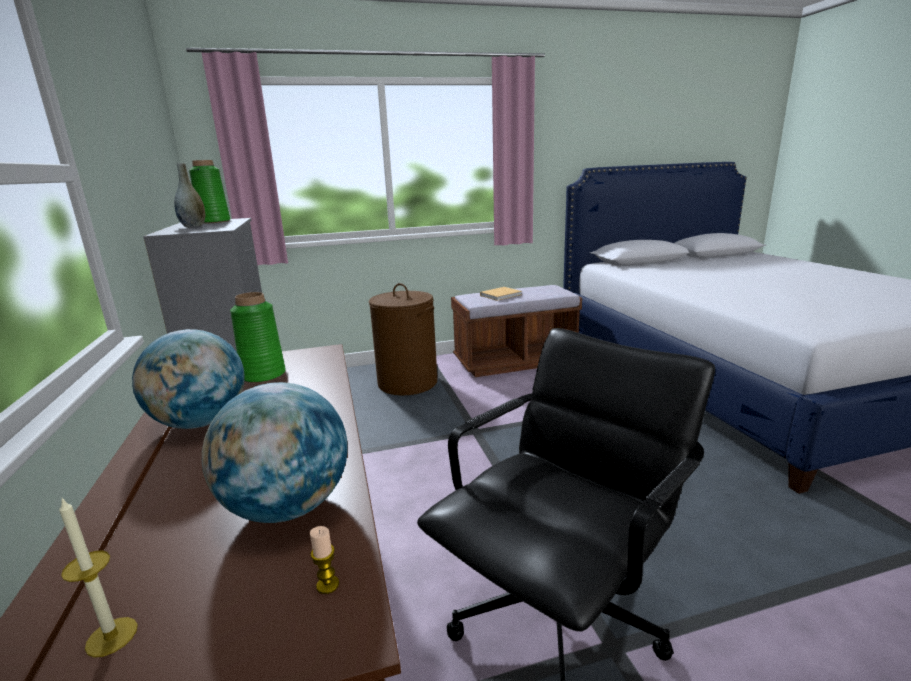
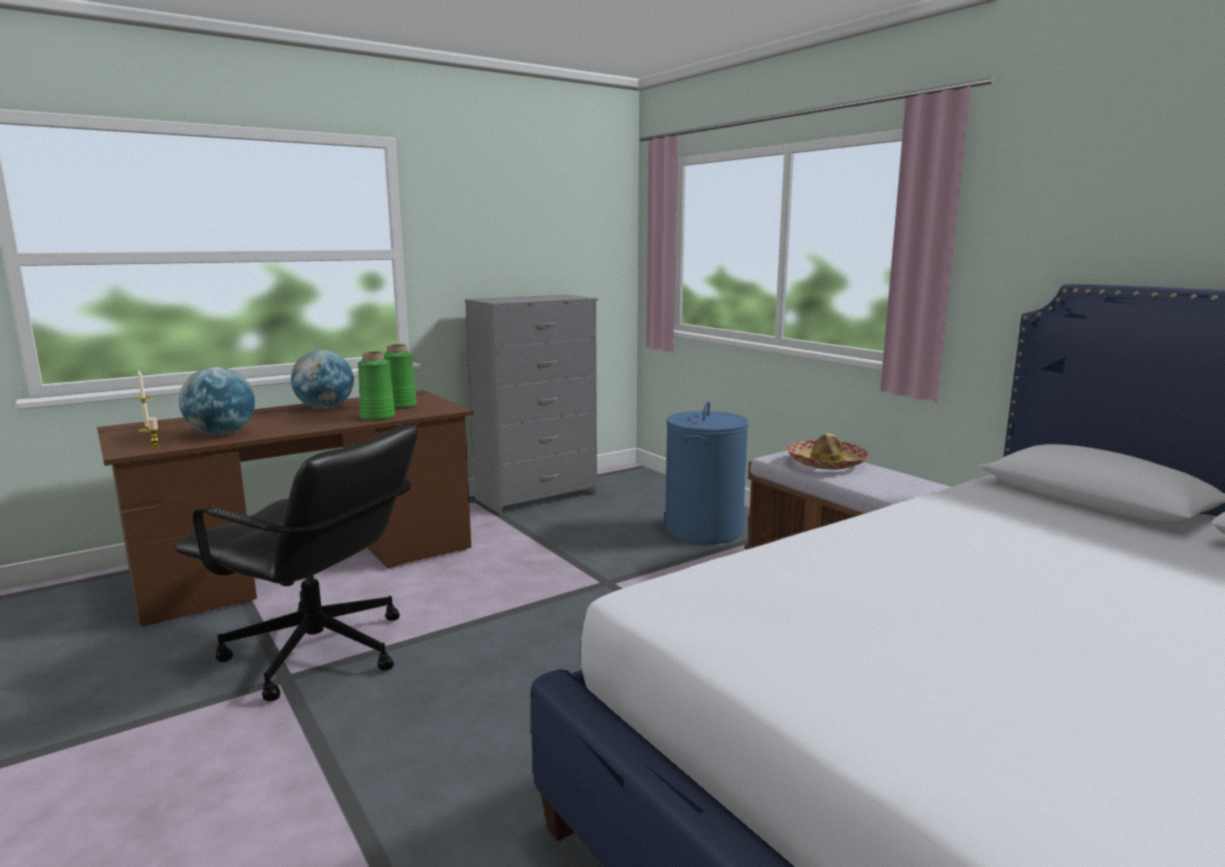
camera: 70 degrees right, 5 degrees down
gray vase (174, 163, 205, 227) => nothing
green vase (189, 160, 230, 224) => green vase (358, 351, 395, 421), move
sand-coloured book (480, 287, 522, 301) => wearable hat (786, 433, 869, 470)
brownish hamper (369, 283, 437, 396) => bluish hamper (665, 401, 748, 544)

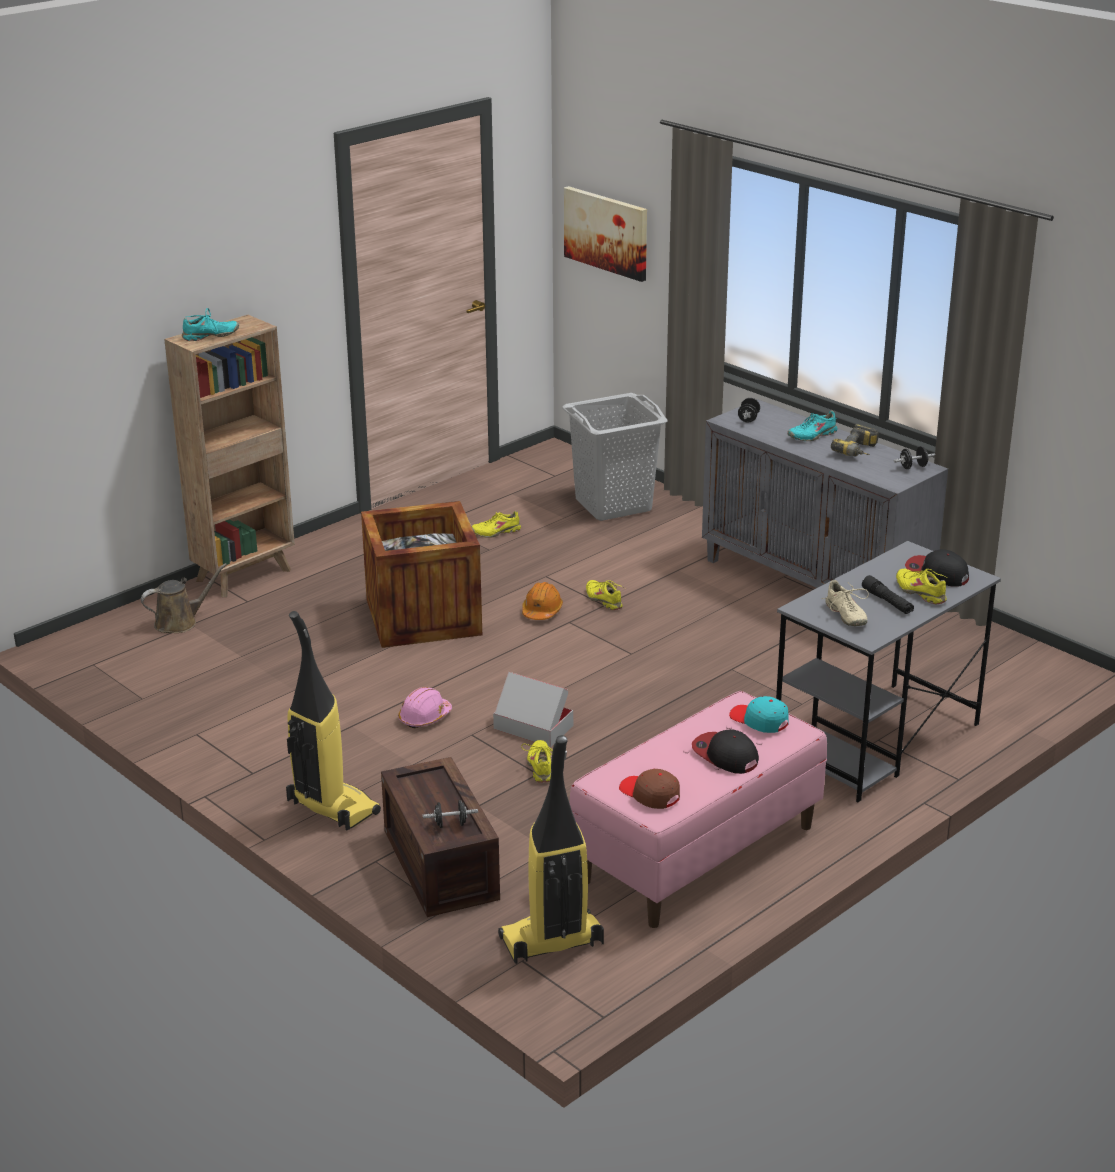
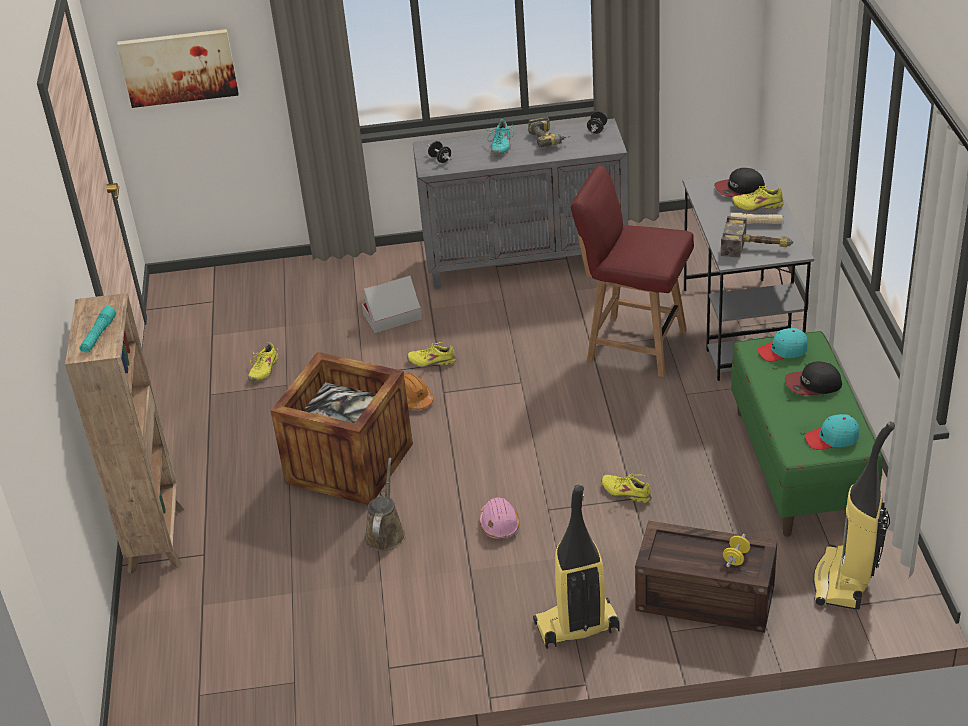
camera: 50 degrees left, 10 degrees up
gray hamper (562, 393, 667, 521) => nothing
nothing => reddish plain chair (571, 166, 694, 377)
brownish watering can (141, 563, 227, 633) => brownish watering can (364, 458, 406, 551), move
cardboard box (493, 672, 573, 747) => cardboard box (362, 276, 423, 333), move
blue-green shoe (182, 308, 239, 341) => blue-green flashlight (79, 306, 116, 352)
sand-coloured shoe (822, 580, 869, 626) => hammer (721, 216, 793, 258)
black-coloured free weight (423, 800, 478, 828) => yellow-coloured free weight (723, 534, 750, 567)
pink-coloured indoor bench (570, 691, 827, 928) => green indoor bench (731, 331, 882, 537)
brownish peaked cap (619, 769, 680, 809) => blue-green peaked cap (805, 414, 859, 450)
black-coloured flashlight (862, 575, 914, 614) => sand-coloured flashlight (731, 213, 784, 224)

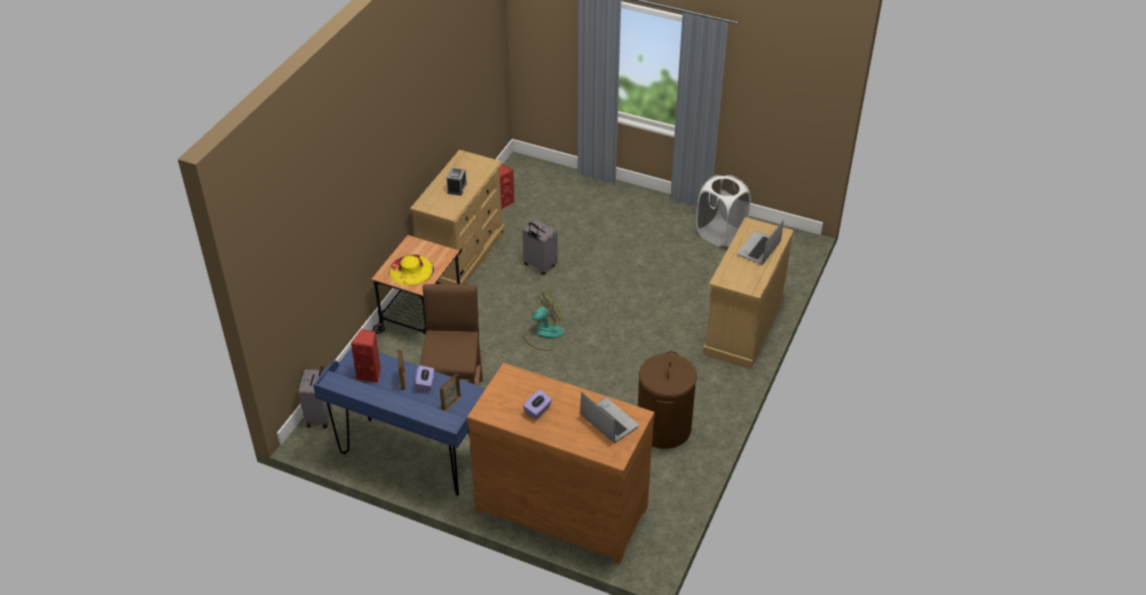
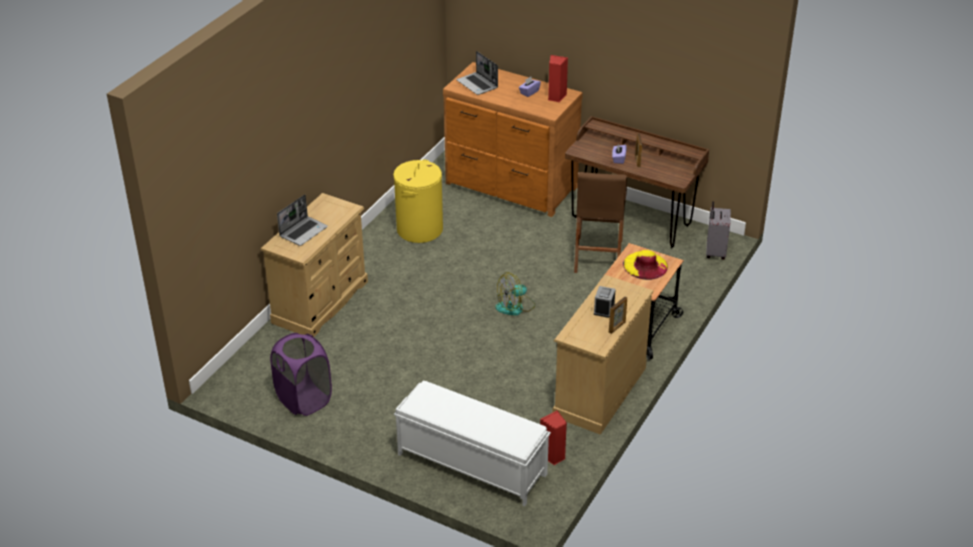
camera: 175 degrees left, 5 degrees down
gray suitcase (522, 220, 558, 275) => nothing
nothing => whitish indoor bench (394, 381, 551, 507)
reddish speaker (351, 329, 381, 383) => reddish speaker (548, 55, 568, 102), move
photo frame (440, 373, 461, 411) => photo frame (609, 297, 627, 334), move
bluish desk unit (313, 347, 486, 496) => brownish desk unit (565, 116, 709, 248)
brownish hamper (638, 351, 697, 449) => yellow-coloured hamper (393, 159, 443, 243)
whitish hamper (696, 175, 751, 247) => purple hamper (270, 333, 332, 416)

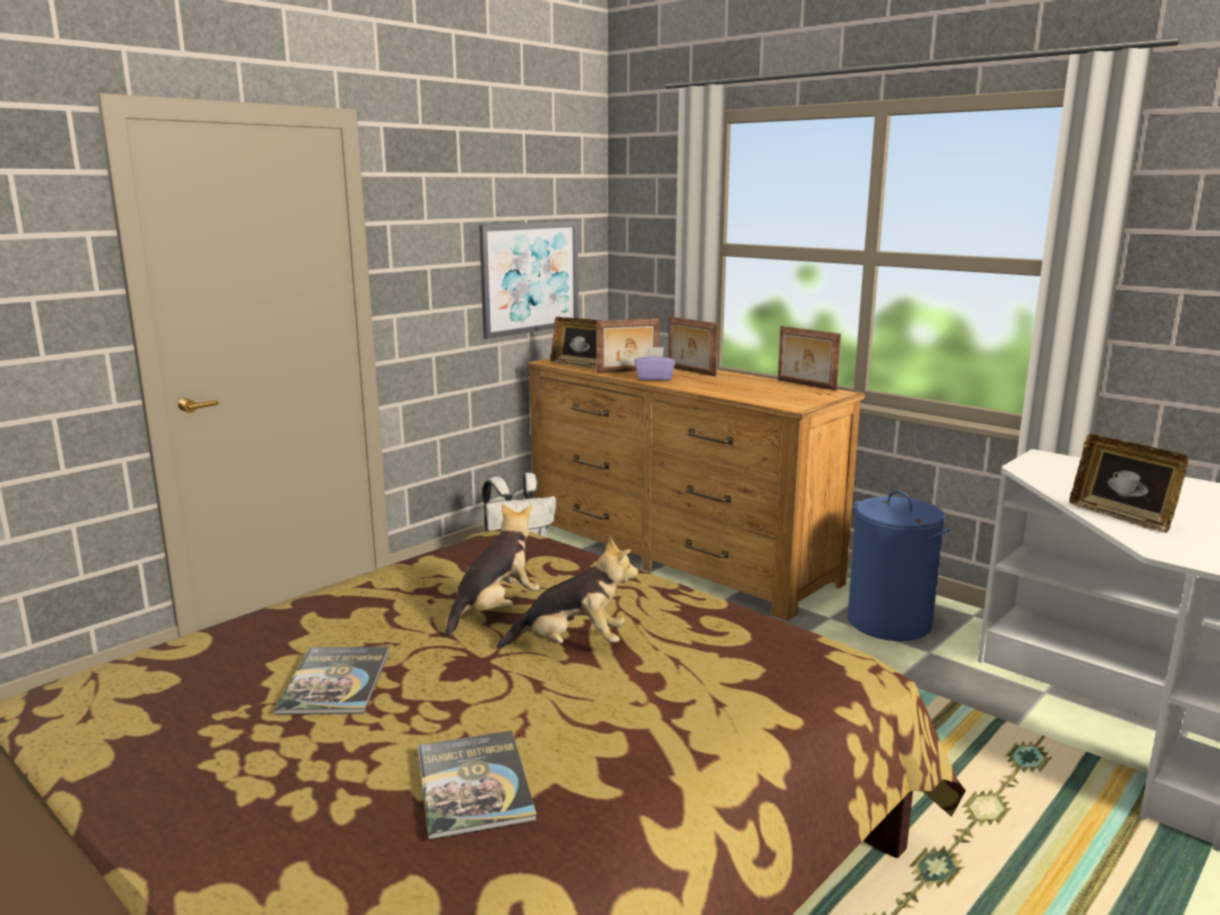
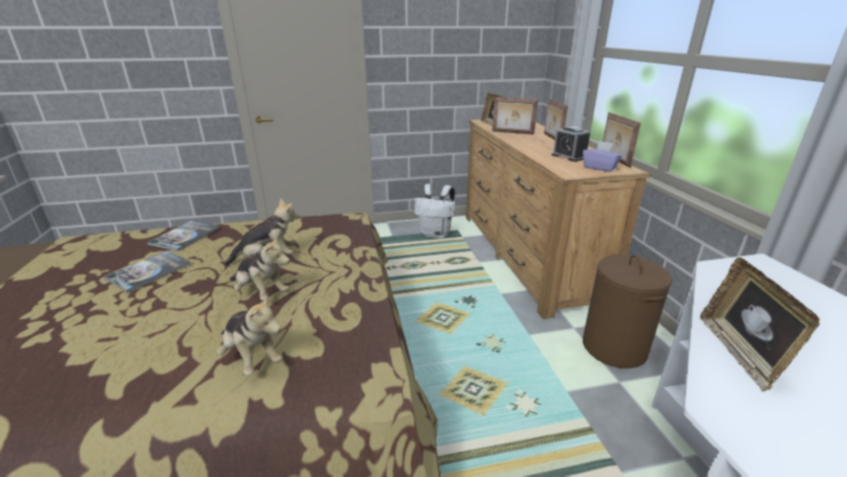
camera: 35 degrees right, 10 degrees up
wall art (479, 221, 579, 339) => nothing
nothing => soft toy (217, 294, 283, 376)
nothing => alarm clock (552, 126, 590, 162)
book (417, 731, 537, 840) => book (147, 221, 219, 251), move
purple tissue holder (635, 347, 675, 381) => purple tissue holder (583, 141, 622, 172), move
bluish hamper (848, 491, 951, 641) => brownish hamper (583, 254, 672, 369)

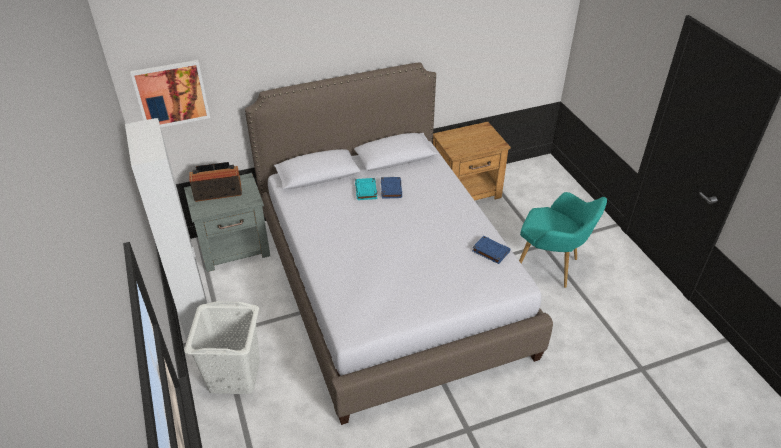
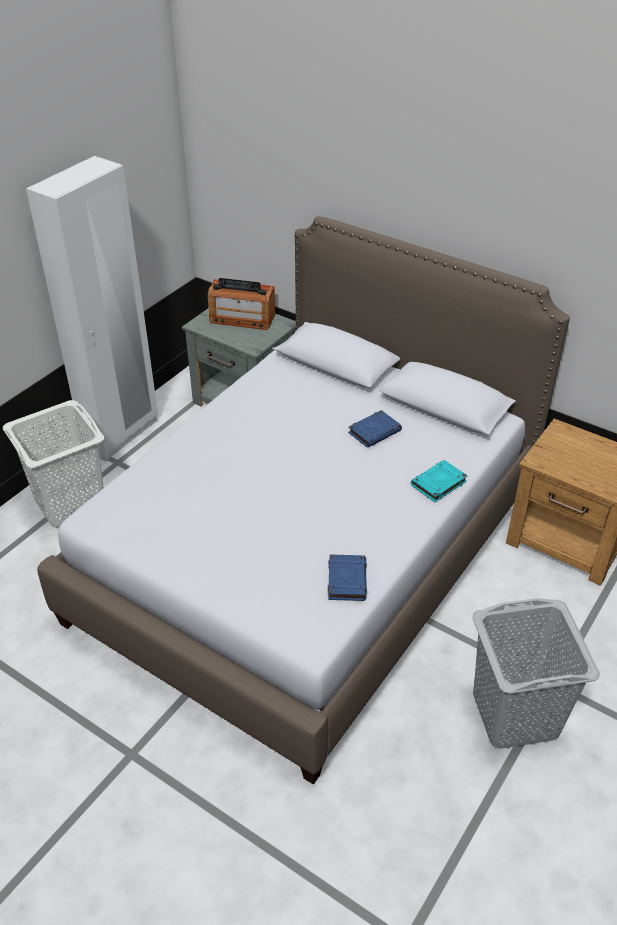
camera: 55 degrees right, 0 degrees up
wall art (130, 60, 210, 127) => nothing
blue-green book (355, 178, 377, 200) => blue-green book (411, 460, 468, 502), move
blue-green lounge chair (519, 192, 607, 288) => gray hamper (472, 598, 600, 749)
radio receiver (190, 162, 242, 202) => radio receiver (208, 278, 275, 330), 150 degrees clockwise

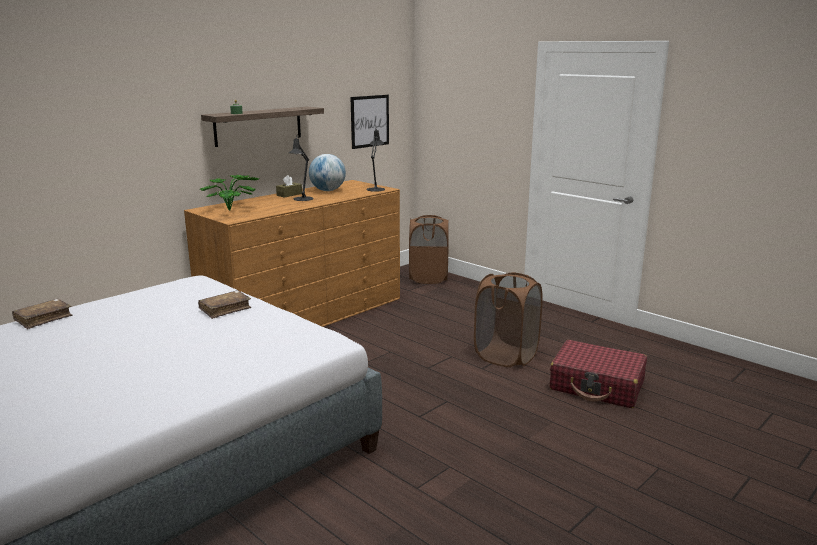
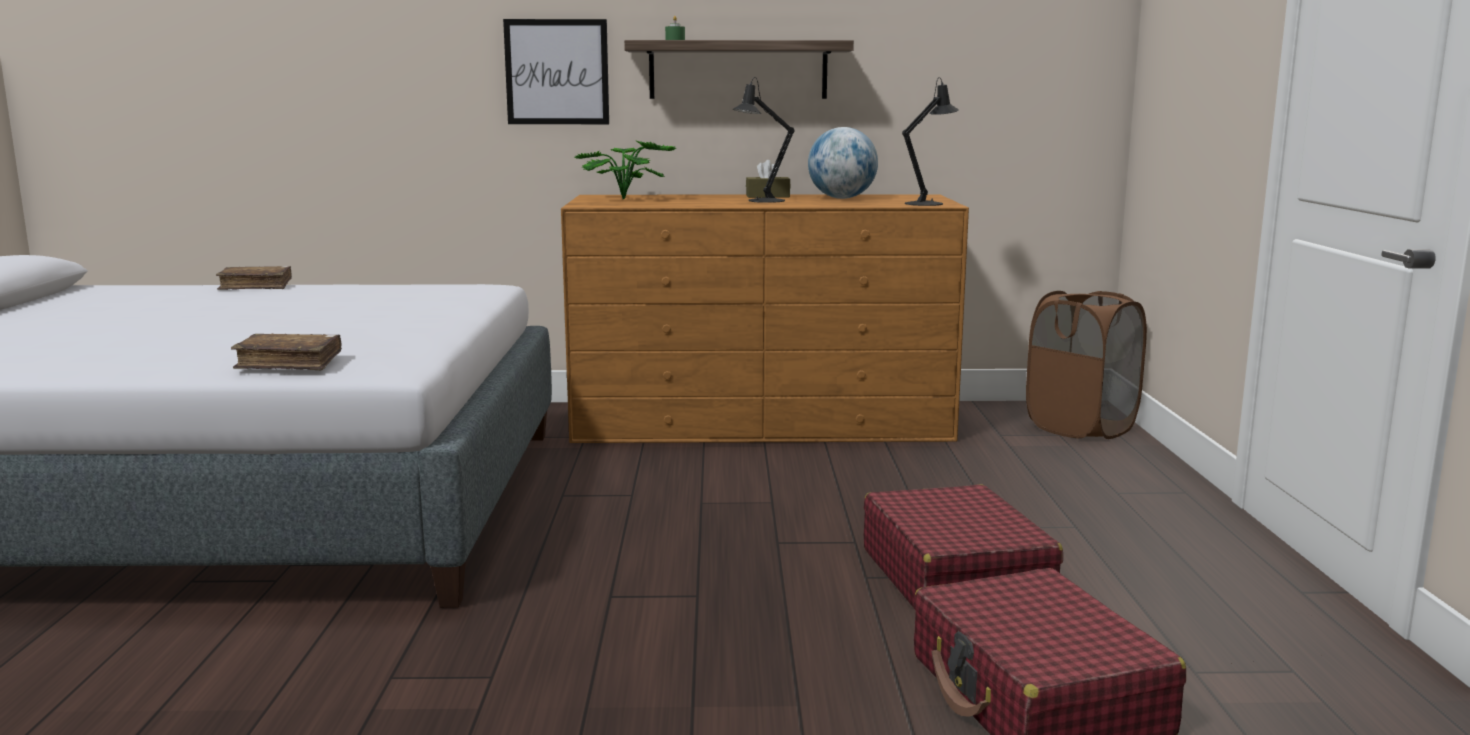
camera: 45 degrees right, 5 degrees down
brownish book (198, 290, 251, 319) => brownish book (231, 333, 342, 370), move
wall art (350, 95, 389, 149) => wall art (503, 19, 609, 124), move
brownish hamper (474, 272, 543, 367) => reddish suitcase (864, 484, 1063, 607)

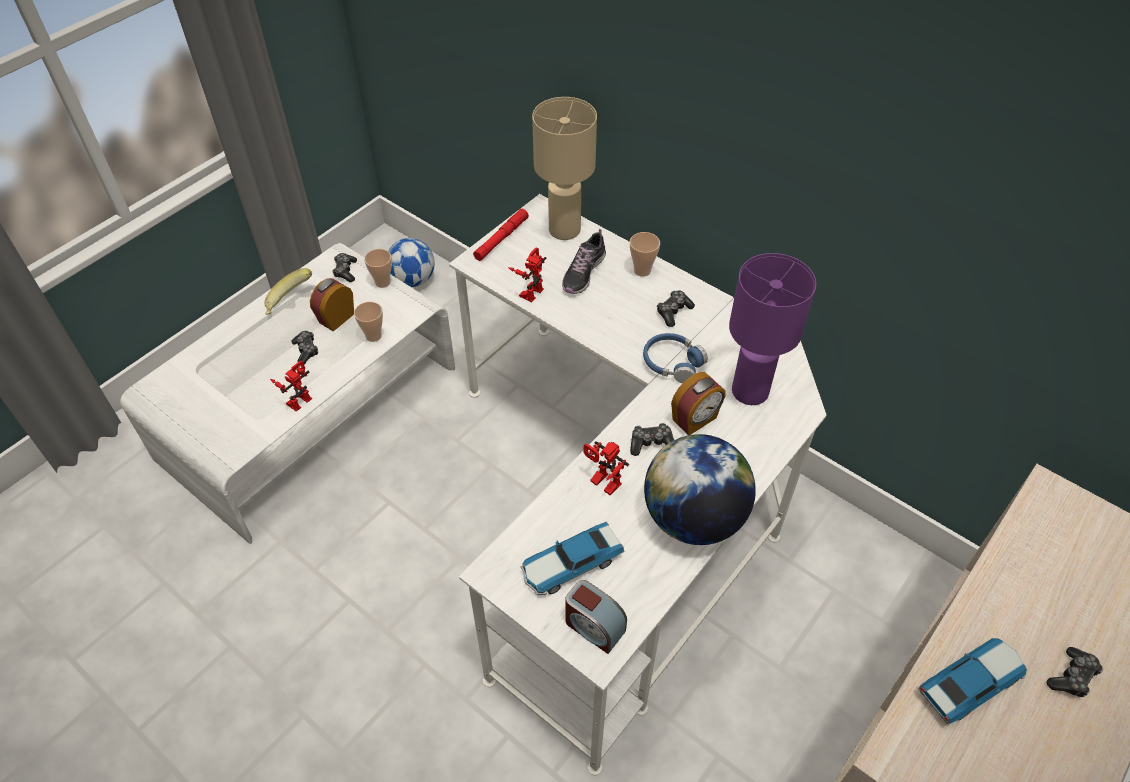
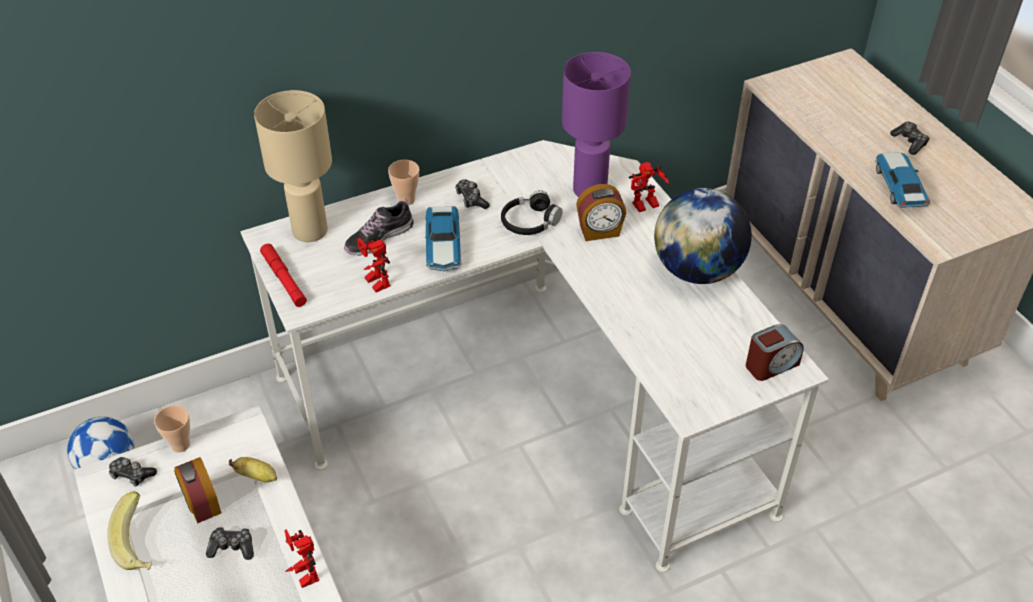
camera: 65 degrees left, 5 degrees down
joypad (630, 423, 674, 456) => nothing
miniature car (520, 522, 624, 595) => miniature car (425, 206, 462, 271), move
toy robot (583, 441, 629, 496) => toy robot (629, 162, 669, 212), move
cup (354, 302, 383, 342) => banana fruit (229, 457, 277, 483)
bluish headset (643, 333, 708, 383) => black-coloured headset (501, 190, 563, 235)
shoe (562, 229, 606, 294) => shoe (344, 198, 414, 256), 90 degrees clockwise
alarm clock (671, 372, 726, 435) => alarm clock (576, 184, 626, 241), 90 degrees clockwise

